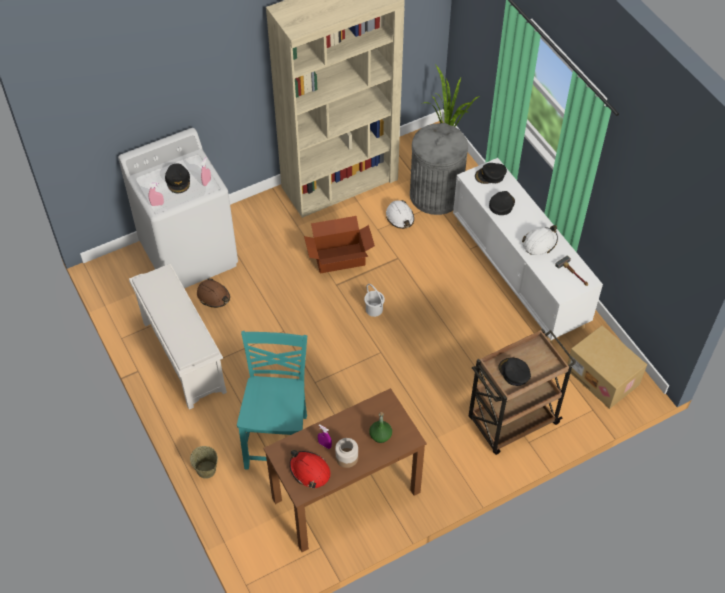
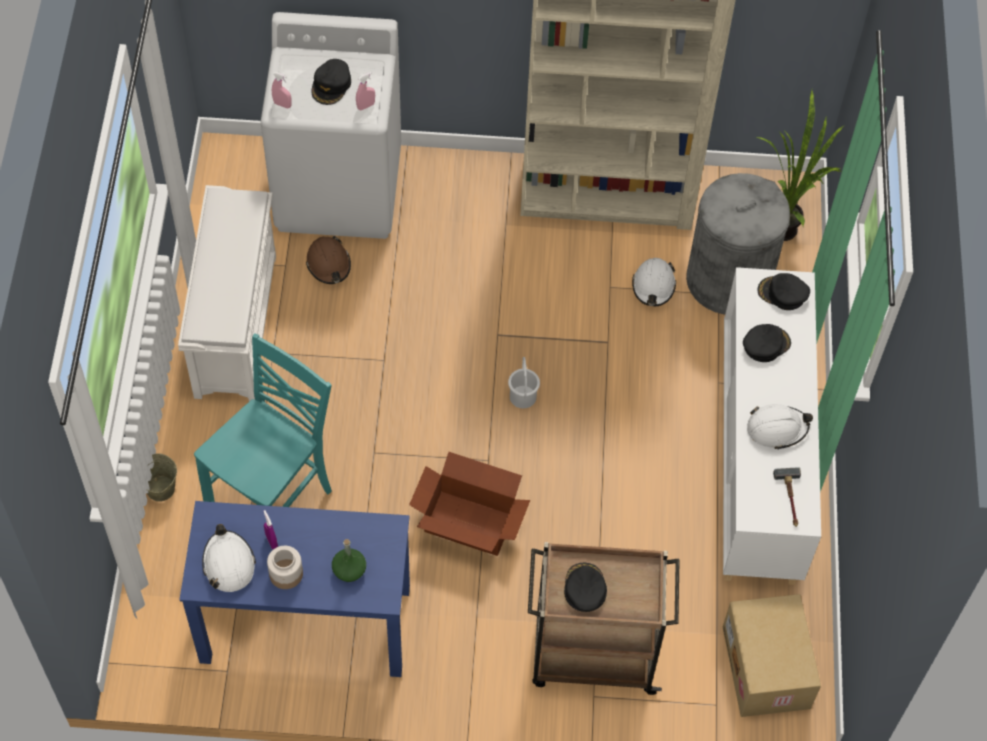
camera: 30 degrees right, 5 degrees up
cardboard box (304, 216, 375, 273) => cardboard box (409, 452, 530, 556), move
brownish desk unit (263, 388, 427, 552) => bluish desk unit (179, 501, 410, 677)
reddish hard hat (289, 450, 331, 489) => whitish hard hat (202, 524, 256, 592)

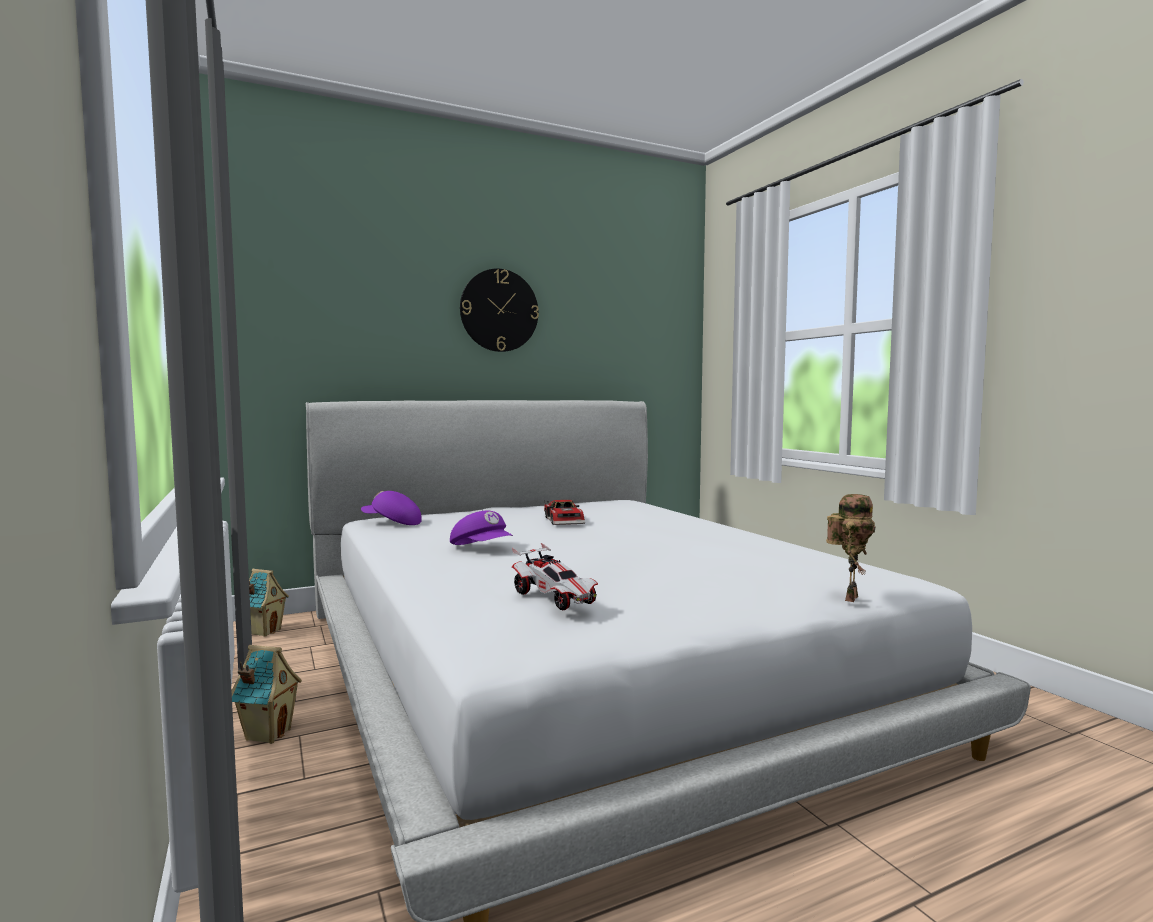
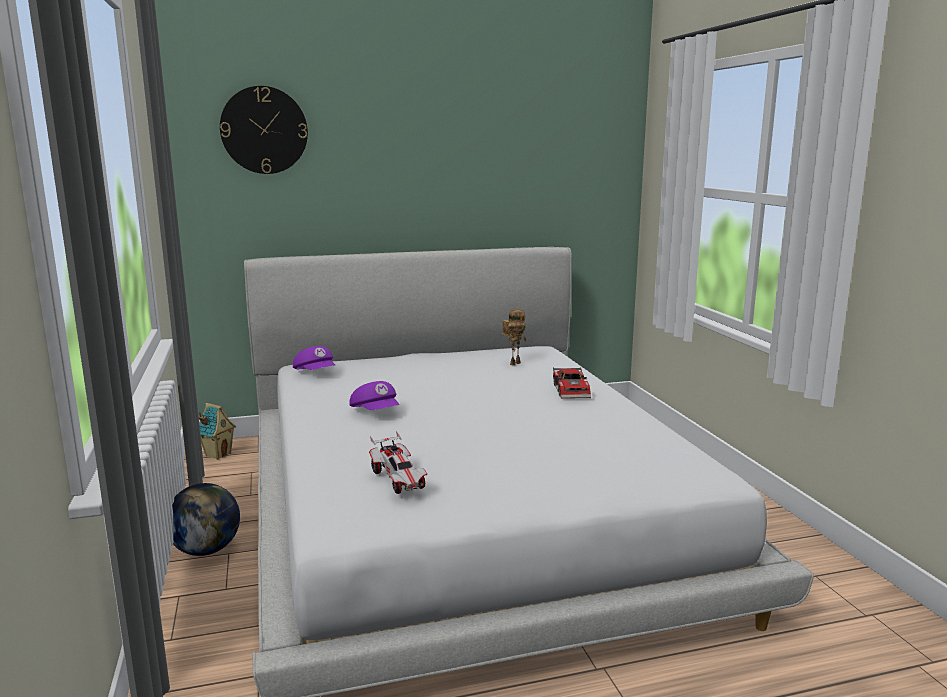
camera: 10 degrees right, 10 degrees up
wall clock (460, 269, 539, 352) => wall clock (220, 86, 308, 174), move
miniature car (544, 500, 585, 525) => miniature car (553, 367, 591, 399), move
toy robot (826, 494, 876, 602) => toy robot (502, 309, 527, 365), move
model house (232, 645, 302, 744) => globe (172, 483, 240, 556)
purple peaked cap (361, 491, 422, 525) => purple peaked cap (293, 346, 336, 370), 150 degrees counterclockwise

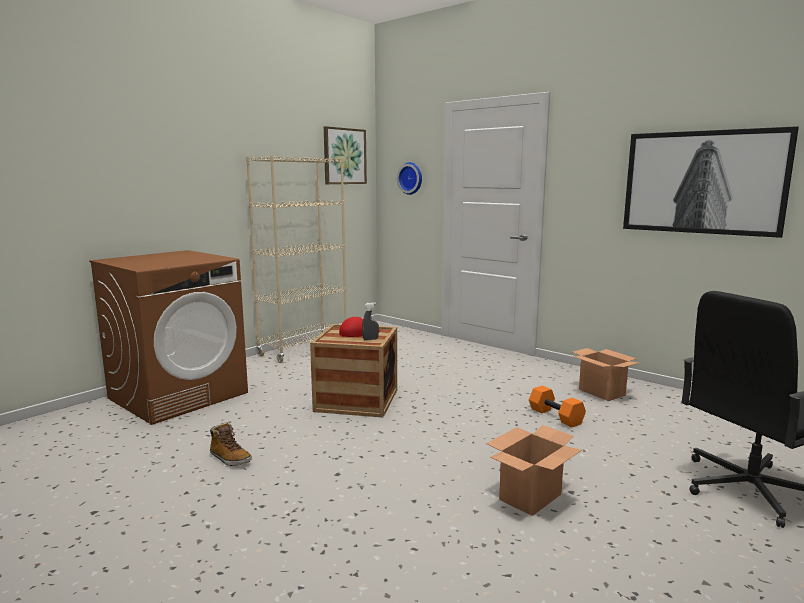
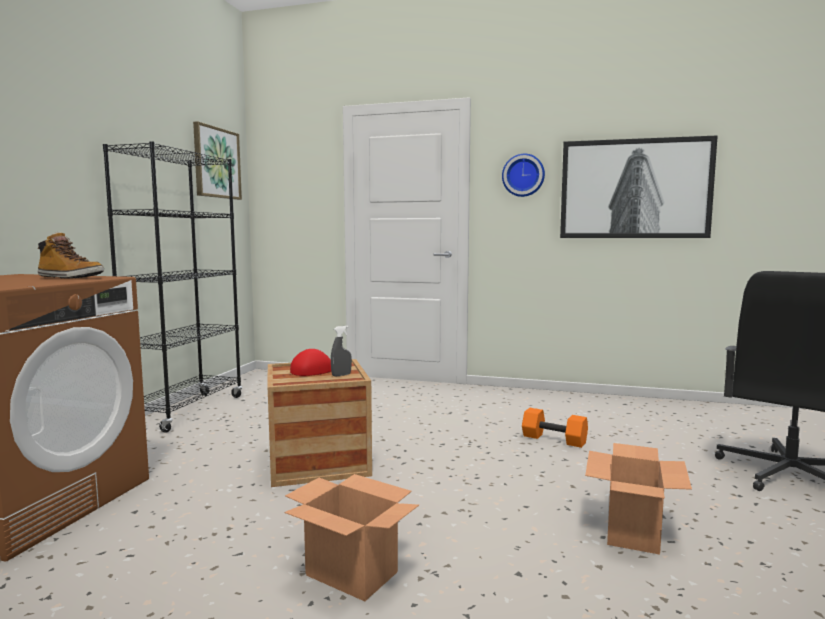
camera: 25 degrees left, 5 degrees down
high-top boot (210, 422, 252, 466) => high-top boot (38, 232, 104, 279), move
wall clock (397, 162, 422, 195) => wall clock (502, 154, 545, 197), move
cardboard box (573, 348, 640, 401) => cardboard box (284, 474, 419, 601), move
sand-coloured bookshelf (246, 156, 347, 363) => black-coloured bookshelf (103, 141, 242, 433)

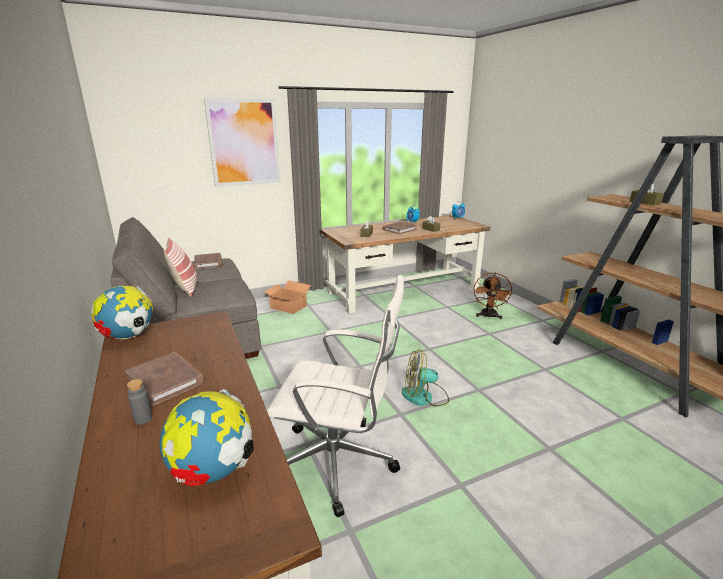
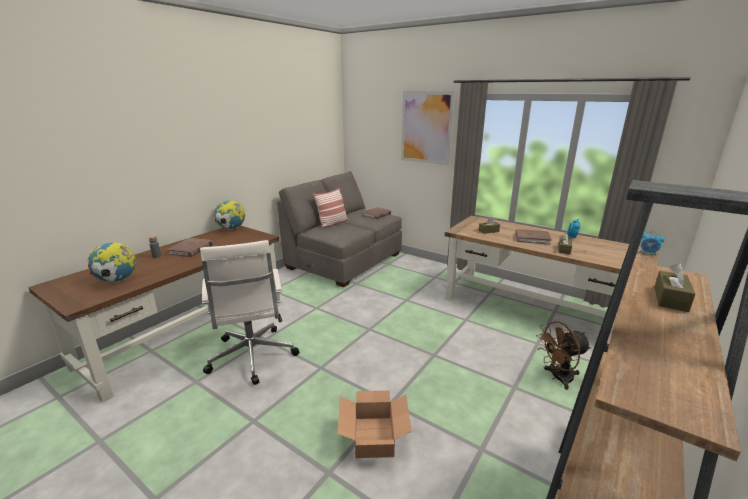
camera: 60 degrees right, 0 degrees up
electric fan (402, 349, 449, 406) => nothing
cardboard box (263, 280, 311, 314) => cardboard box (337, 390, 412, 458), move

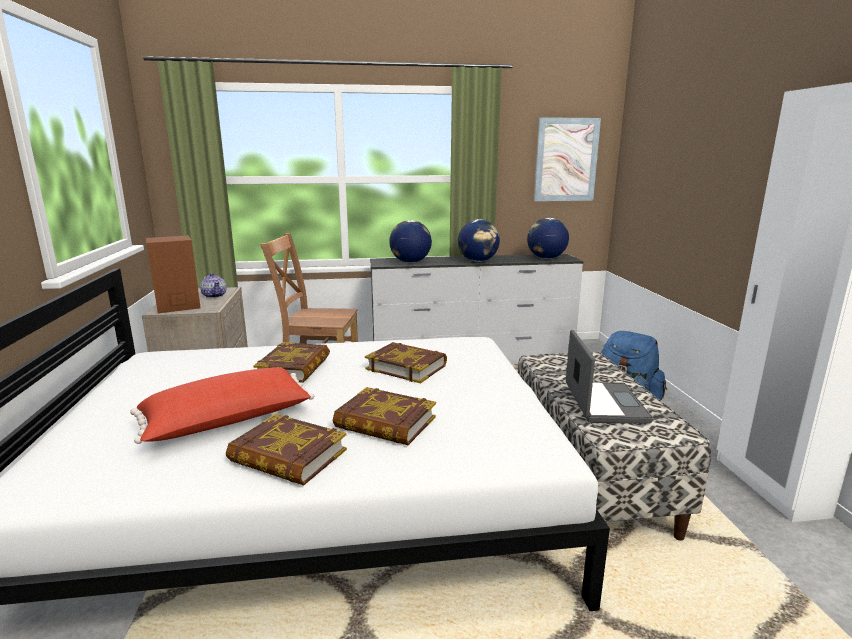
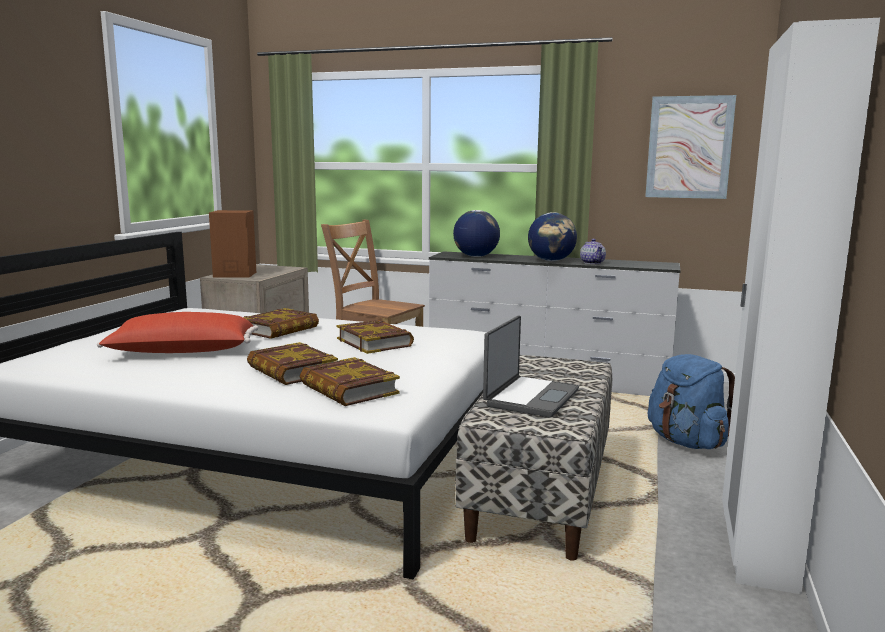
camera: 25 degrees right, 5 degrees down
globe (527, 218, 569, 259) => nothing
pot for tea (200, 273, 226, 298) => pot for tea (580, 239, 606, 264), move
book (226, 414, 347, 486) => book (300, 357, 400, 406), move

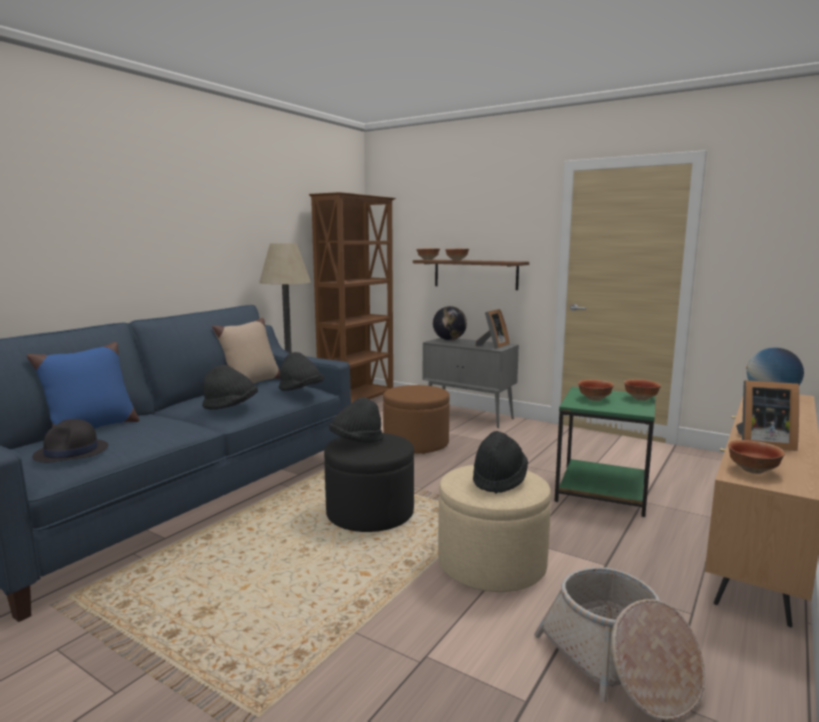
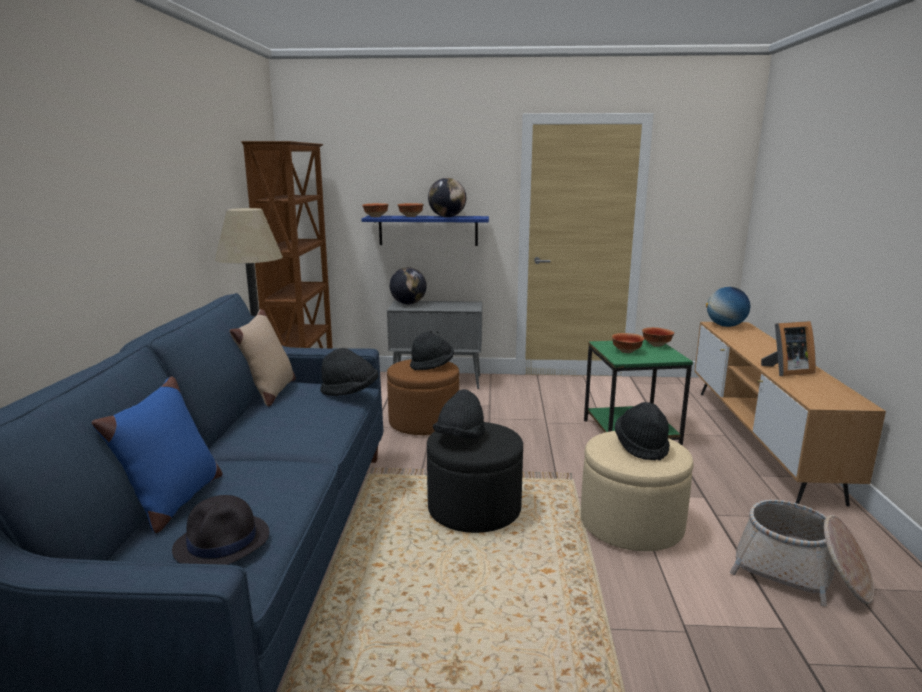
camera: 30 degrees left, 5 degrees up
photo frame (475, 309, 510, 349) => nothing
serving bowl (728, 440, 785, 474) => nothing
nothing => globe (428, 178, 466, 217)
black-coloured wearable hat (202, 365, 258, 410) => black-coloured wearable hat (410, 331, 454, 370), move
brownish bracket shelf (413, 260, 529, 290) => bluish bracket shelf (362, 216, 489, 246)

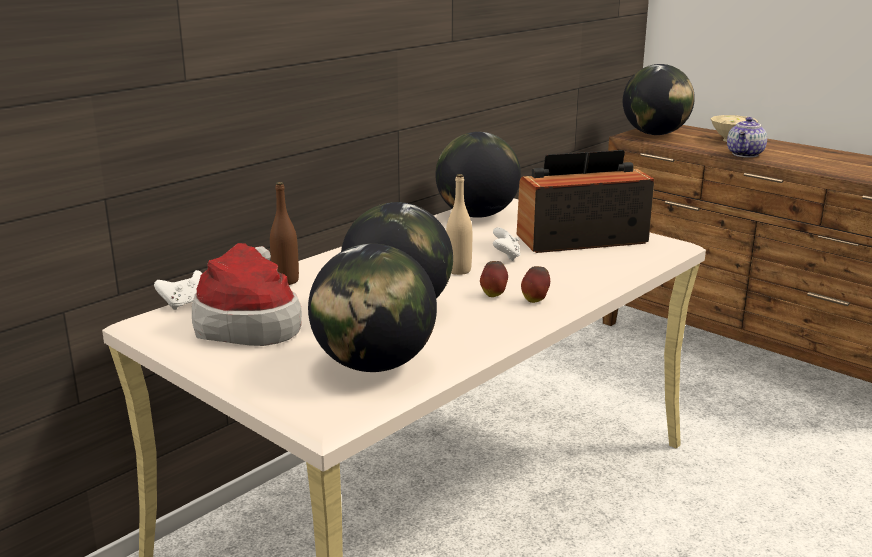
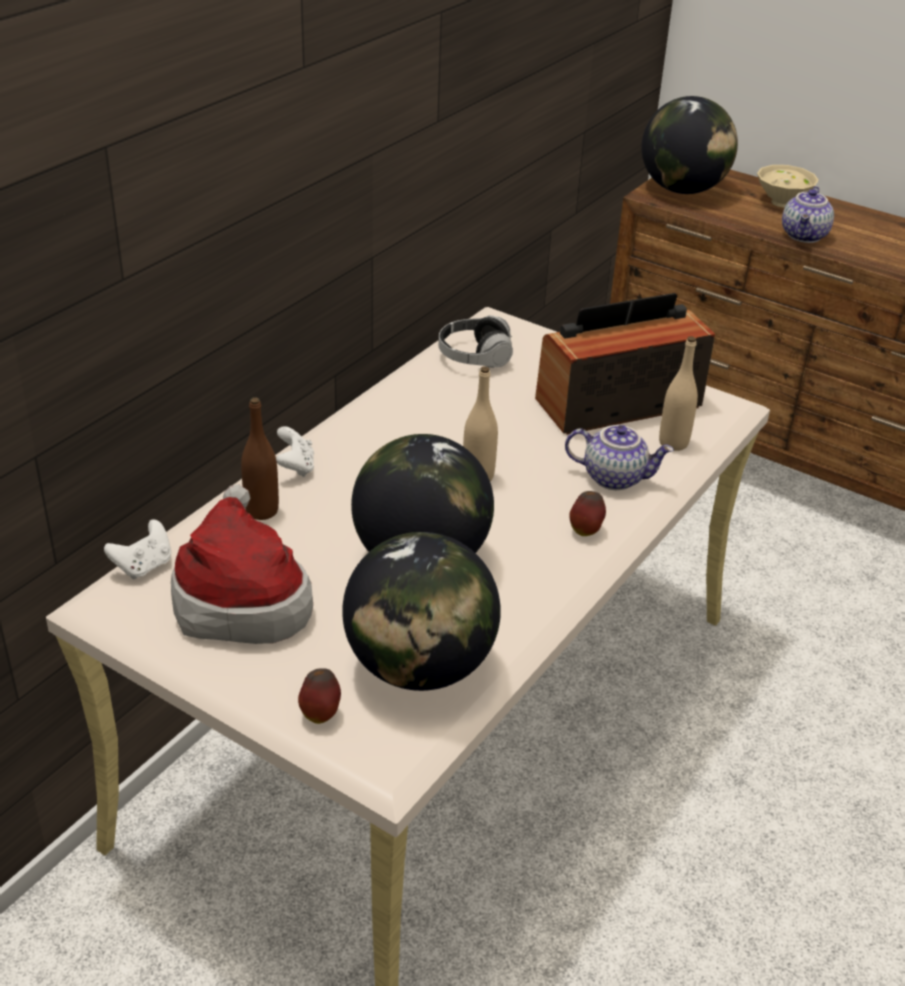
camera: 10 degrees left, 15 degrees up
nothing => pot for tea (565, 425, 674, 490)
nothing => sand-coloured beverage bottle (659, 336, 698, 451)
whole apple (480, 261, 508, 297) => whole apple (298, 668, 341, 724), move
whitish joypad (493, 227, 520, 261) => whitish joypad (276, 426, 314, 477), move
globe (435, 132, 521, 218) => headset (438, 315, 513, 368)

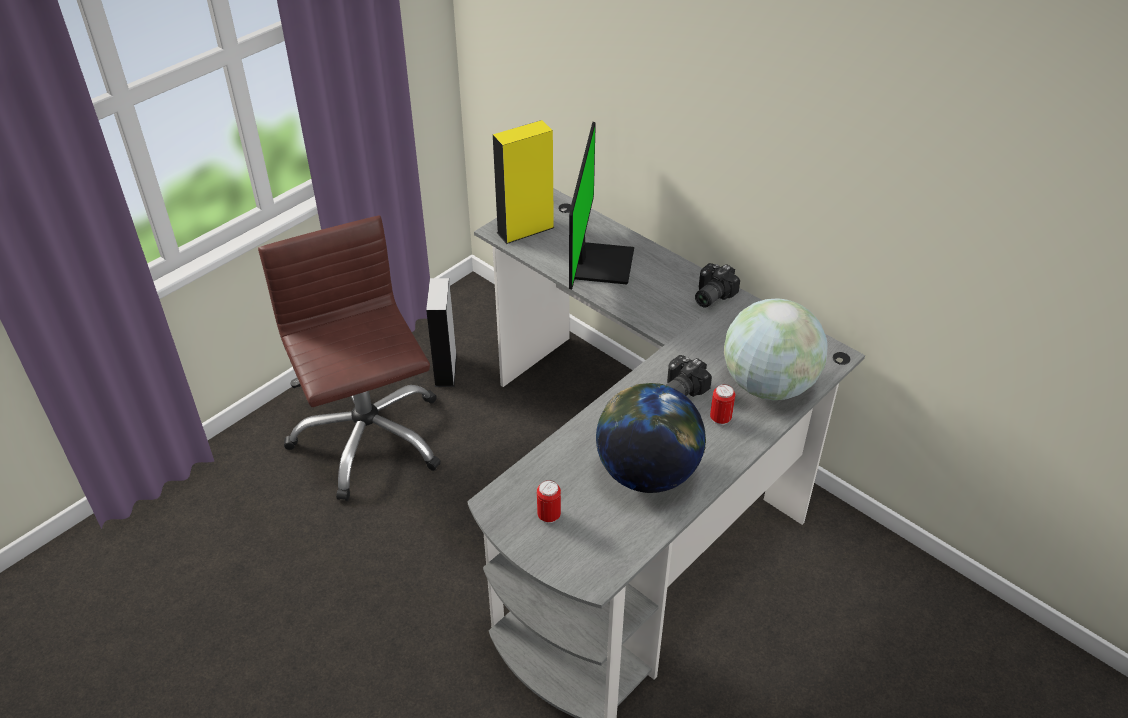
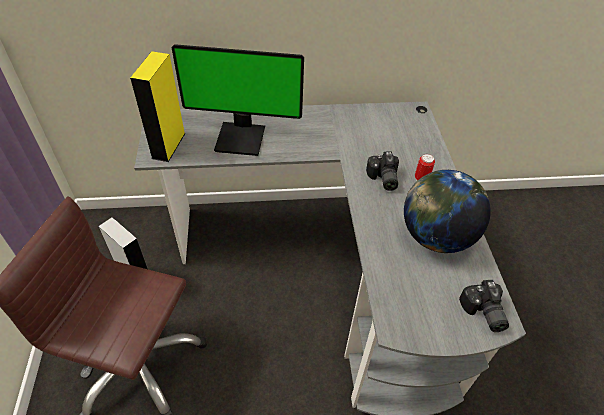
camera: 50 degrees left, 5 degrees up
can (537, 480, 561, 523) => nothing
globe (724, 298, 828, 400) => nothing
still camera (695, 263, 740, 308) => still camera (459, 280, 509, 332), move
monitor (569, 122, 634, 289) => monitor (172, 44, 304, 156), 135 degrees clockwise

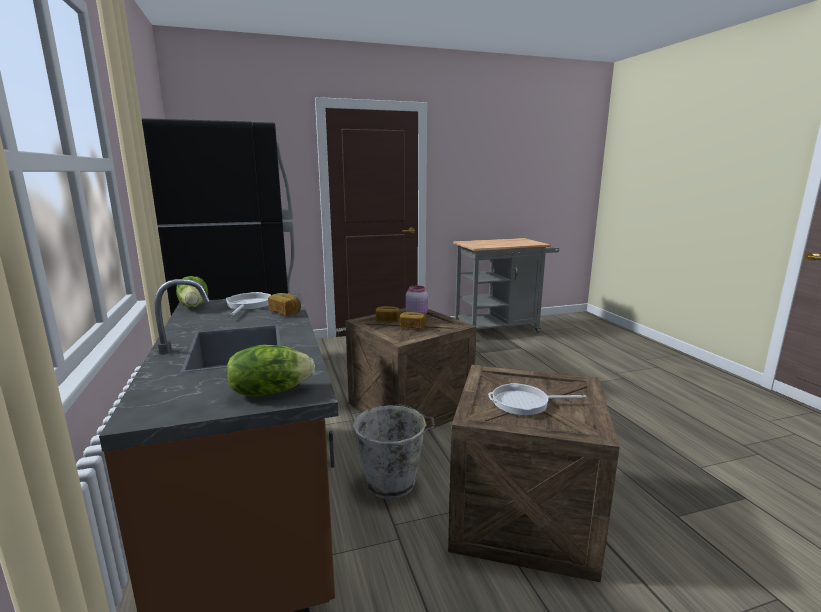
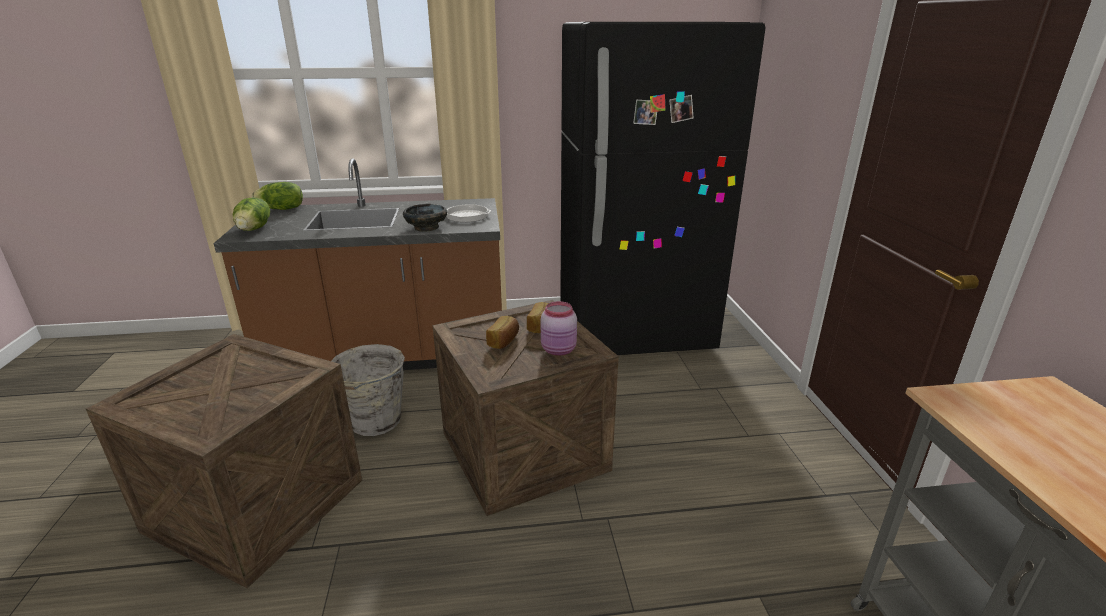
camera: 100 degrees right, 10 degrees up
pan (488, 383, 586, 415) => nothing
head of lettuce (176, 276, 208, 307) => head of lettuce (252, 182, 303, 210), move
bakery bread (268, 293, 301, 316) => black-coloured serving bowl (403, 204, 447, 232)

